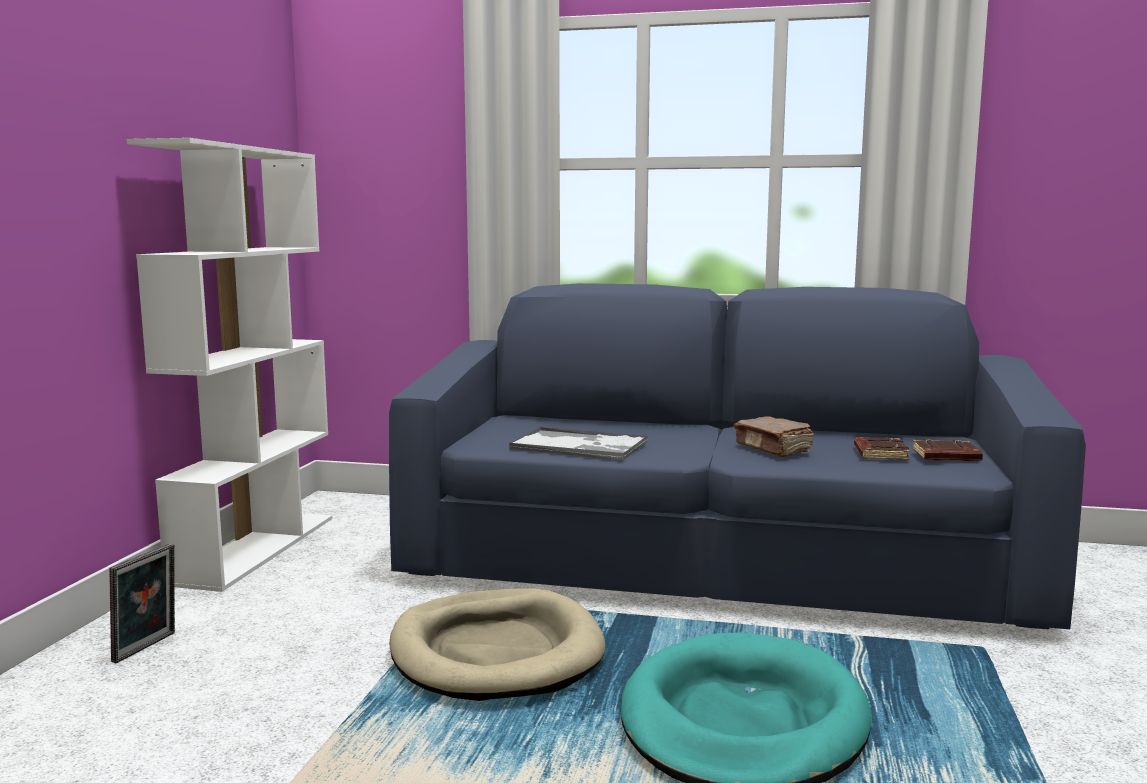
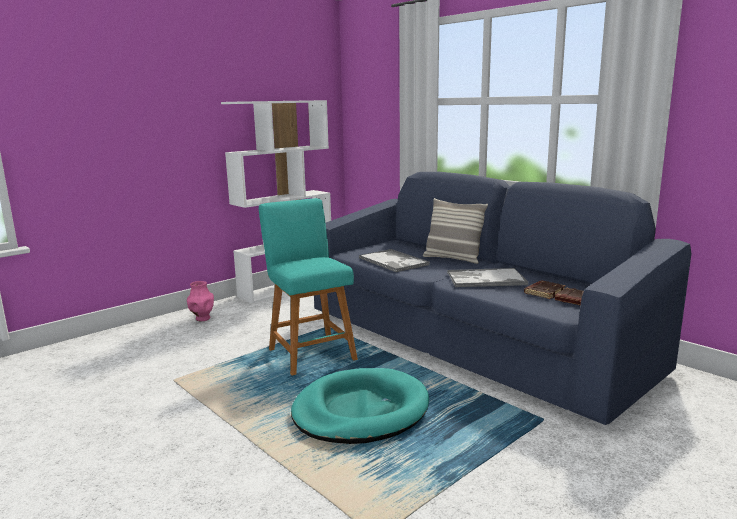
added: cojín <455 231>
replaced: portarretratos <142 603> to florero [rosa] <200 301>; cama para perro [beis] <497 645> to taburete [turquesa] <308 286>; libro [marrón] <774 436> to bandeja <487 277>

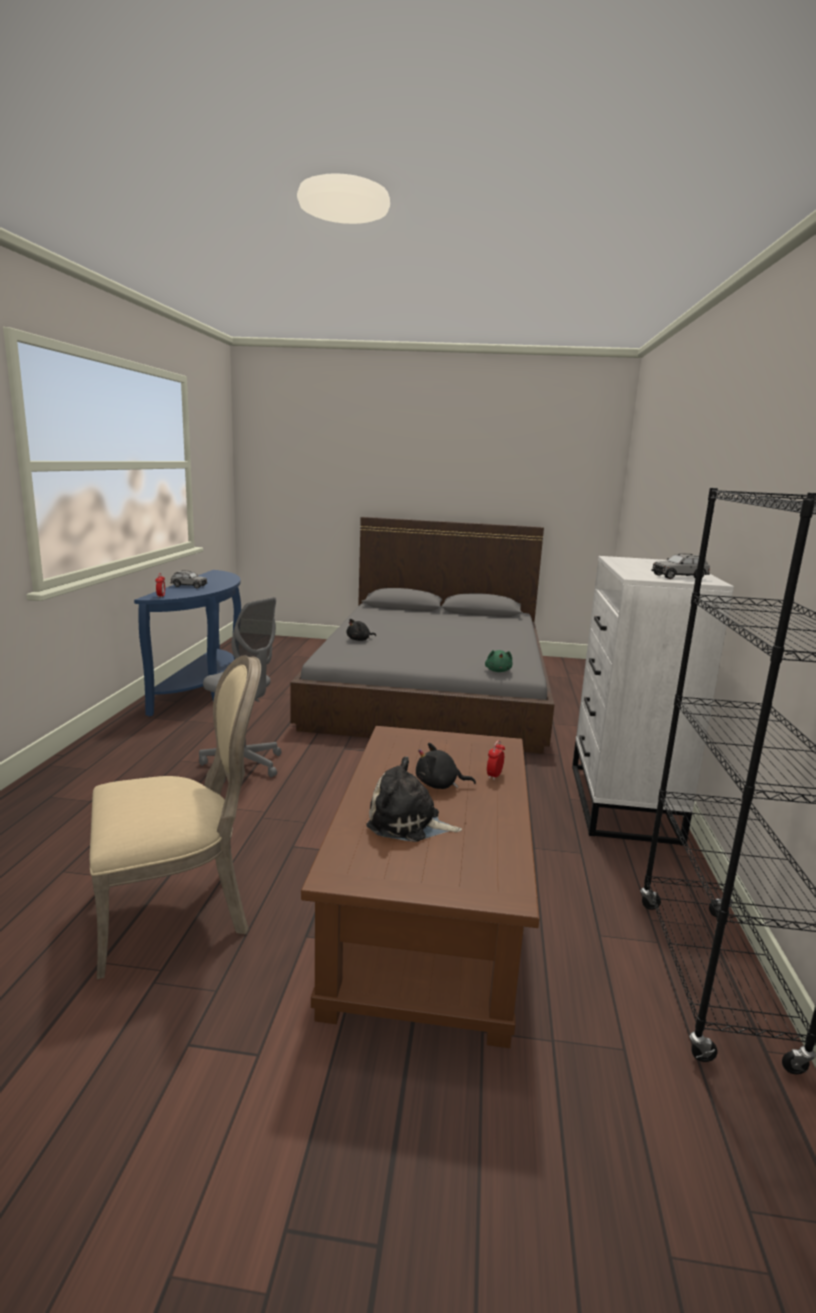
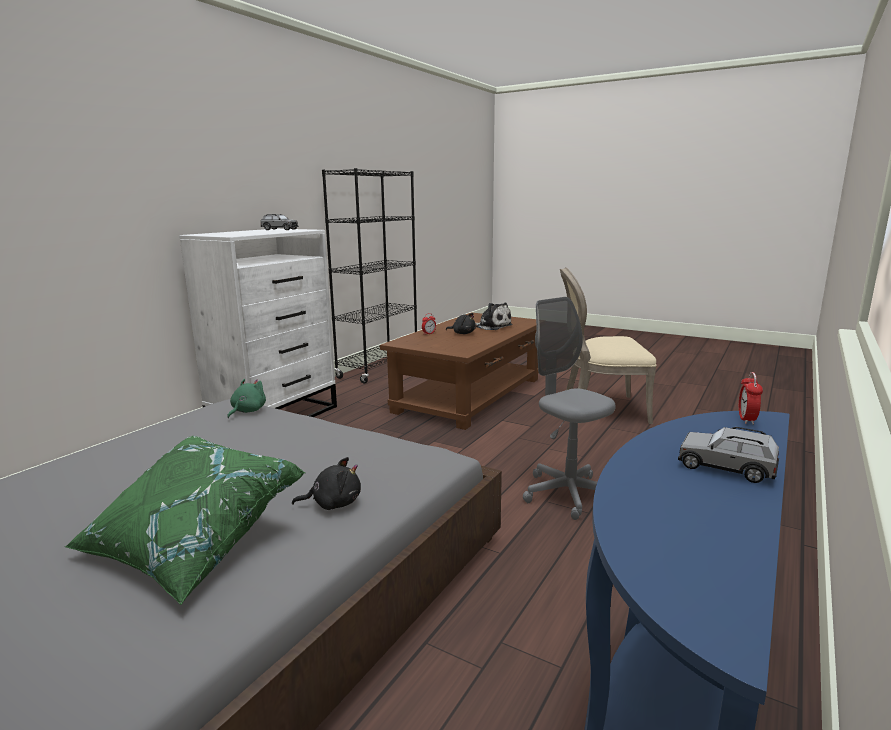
added: cojín [verde] <185 520>

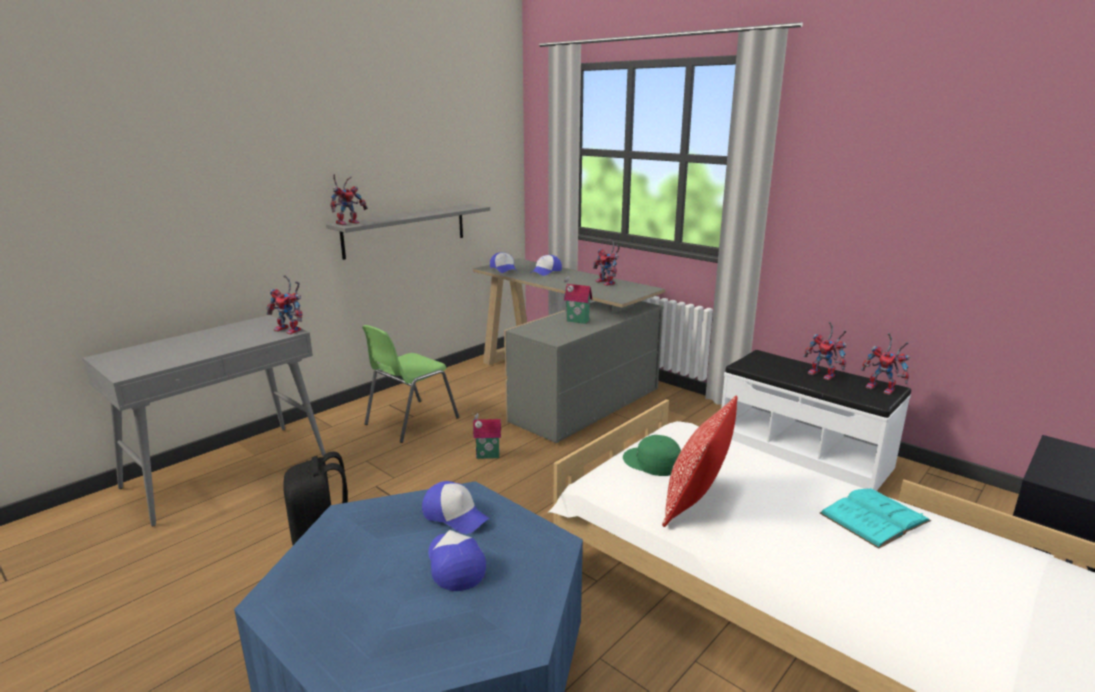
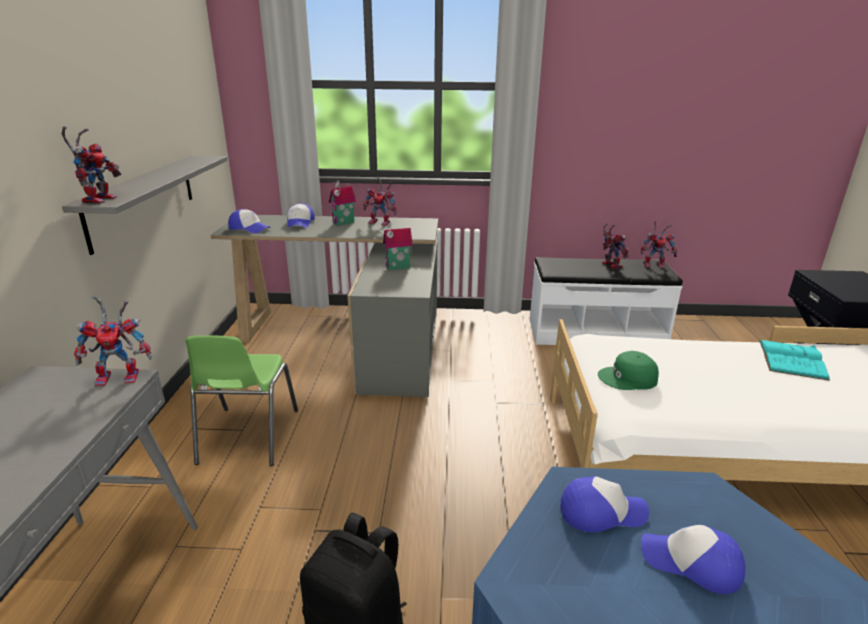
removed: cojín <700 461>
moved: casita <486 436> to <342 203>
turned: robot de juguete <826 350> = <615 246> 120 degrees counterclockwise

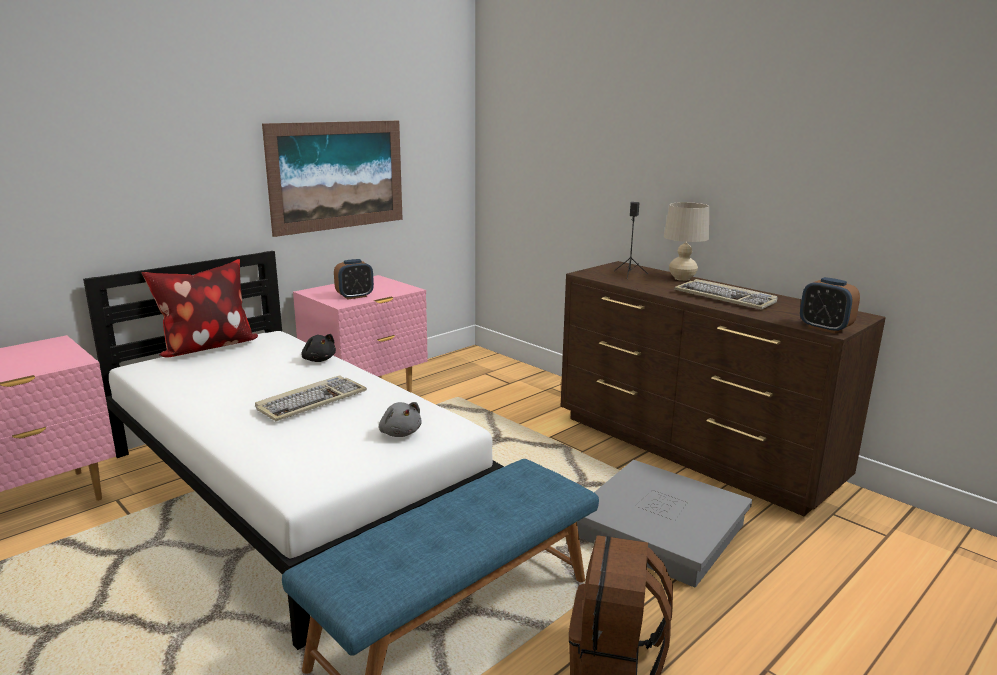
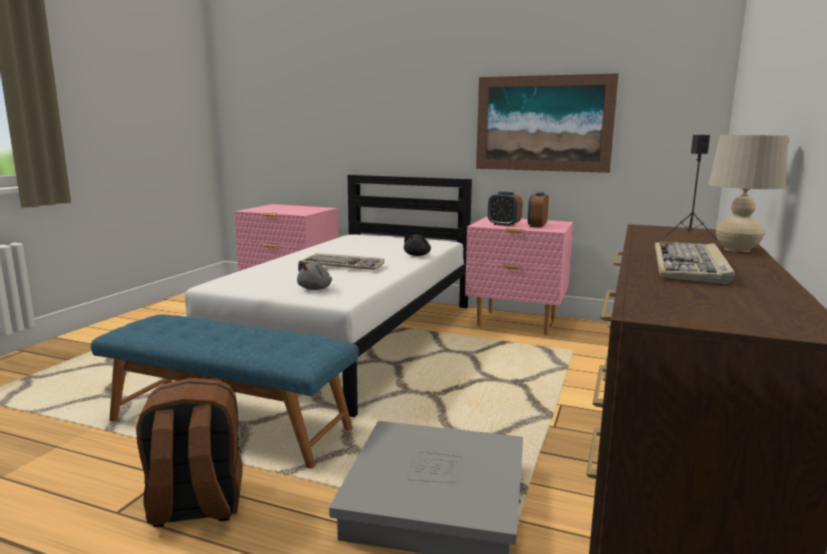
removed: cojín <200 308>
moved: despertador <830 305> to <538 210>

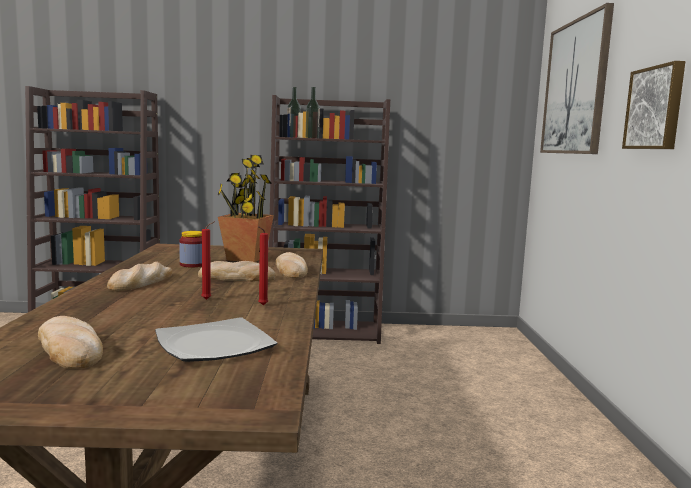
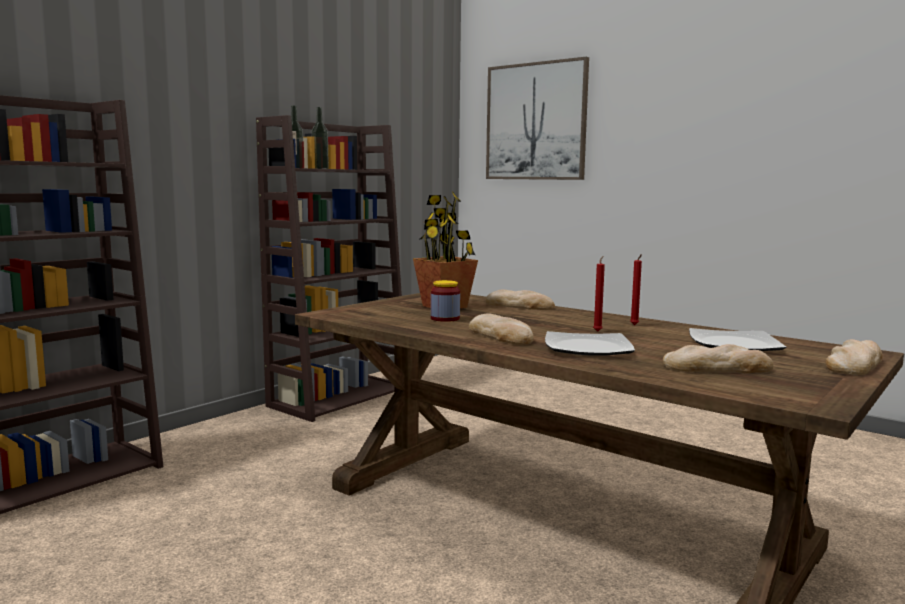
removed: cuadro <654 105>
added: plato <590 343>
moved: pan <237 271> to <854 357>

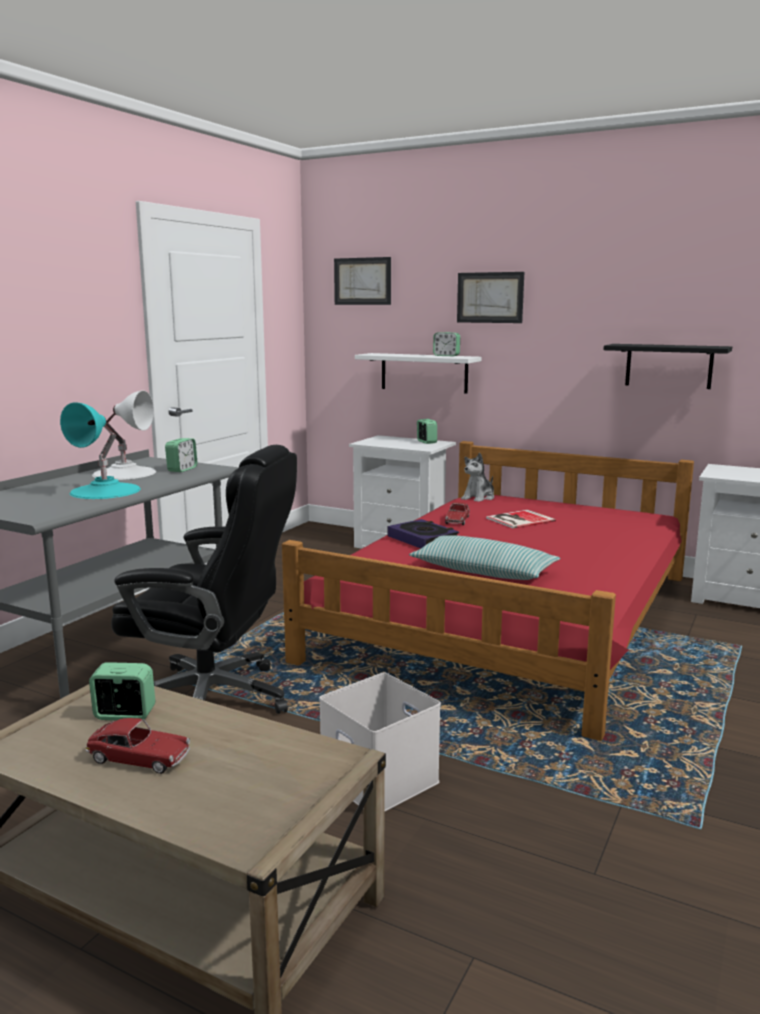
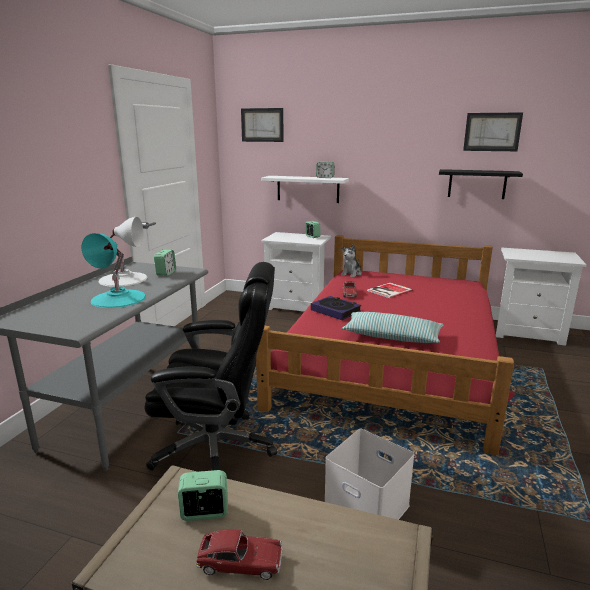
moved: cuadro <490 297> to <493 131>

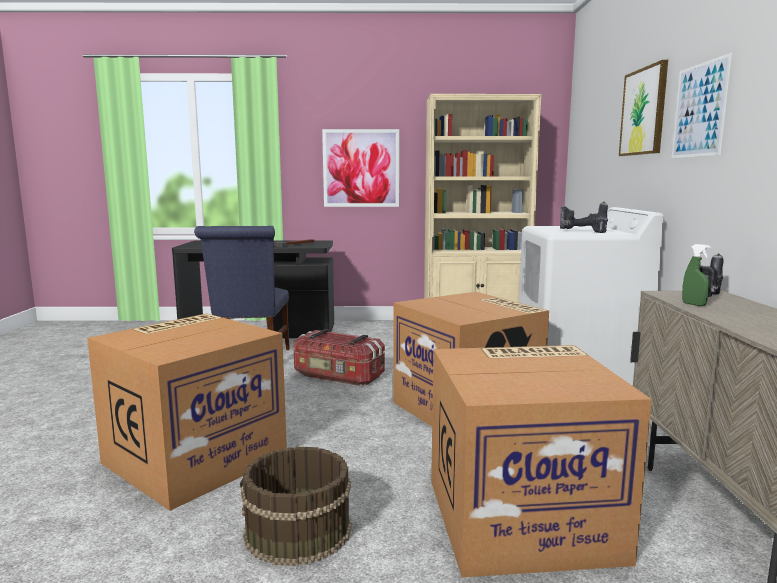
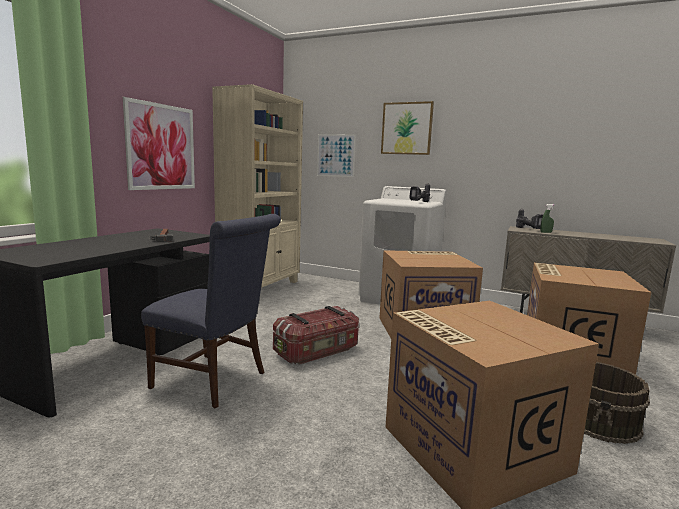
moved: cuadro <702 105> to <336 155>

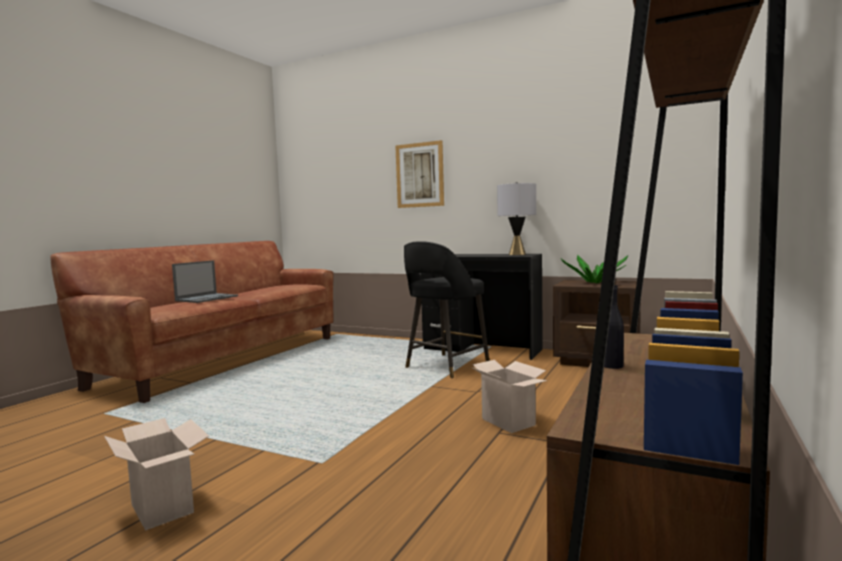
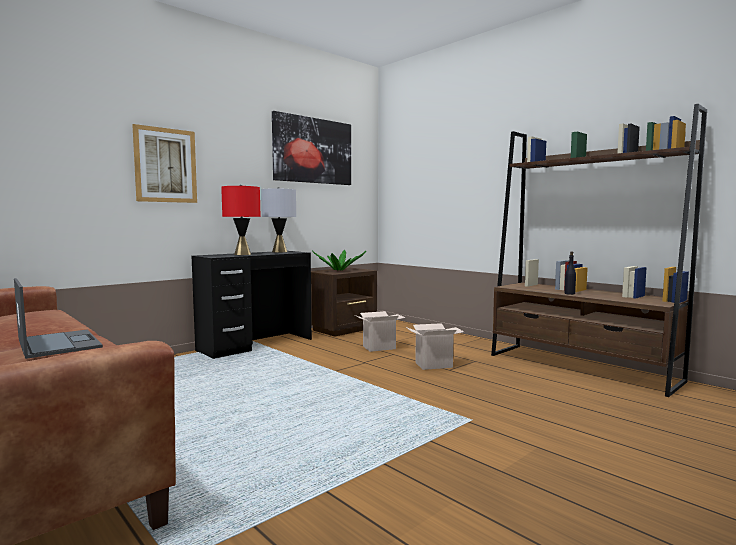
removed: taburete [negro] <446 309>
added: lámpara de mesa [rojo] <241 220>; cuadro <311 148>
moved: caja de cartón <156 474> to <380 331>

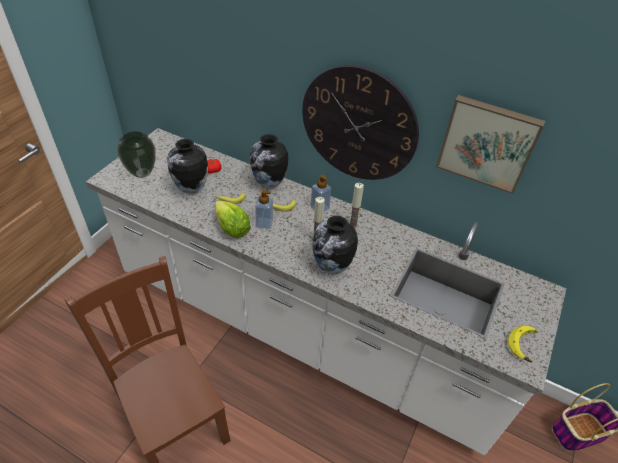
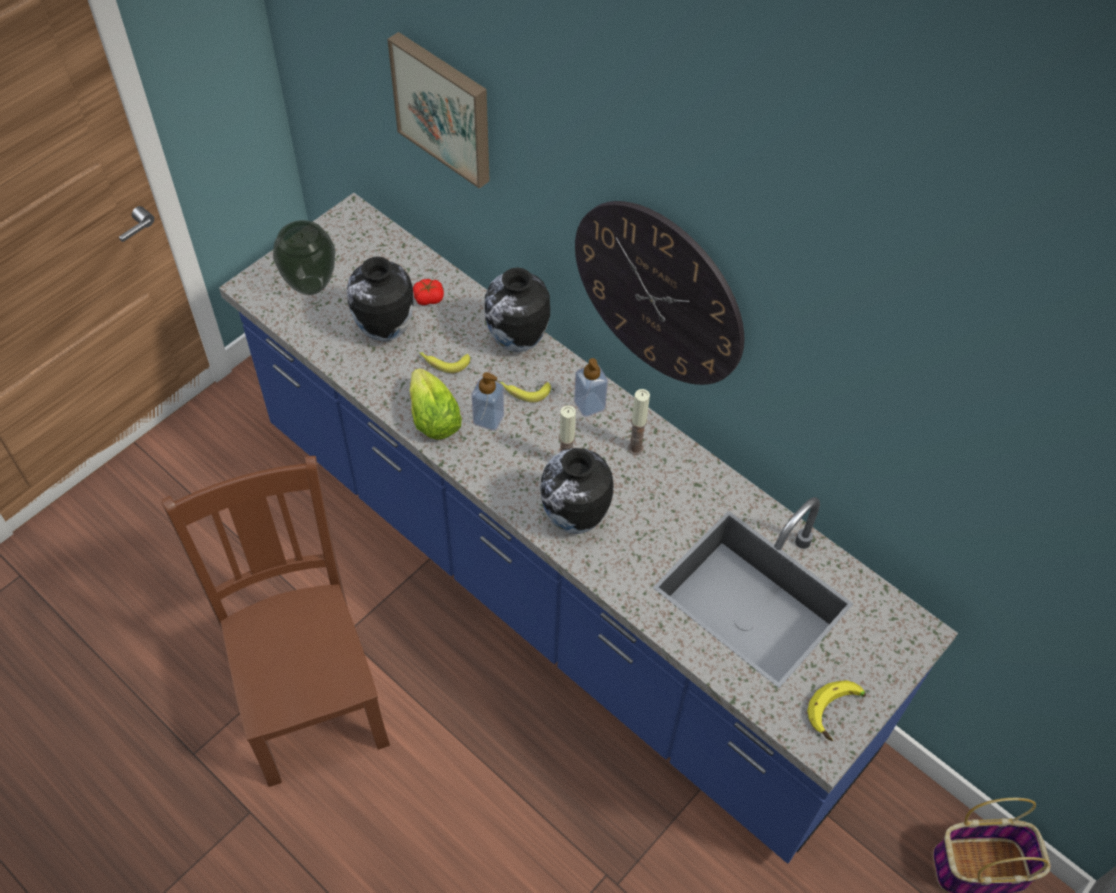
moved: cuadro <490 144> to <438 110>
recoloured: mueble bajo de cocina [blanco] <326 291> to mueble bajo de cocina [azul] <588 528>

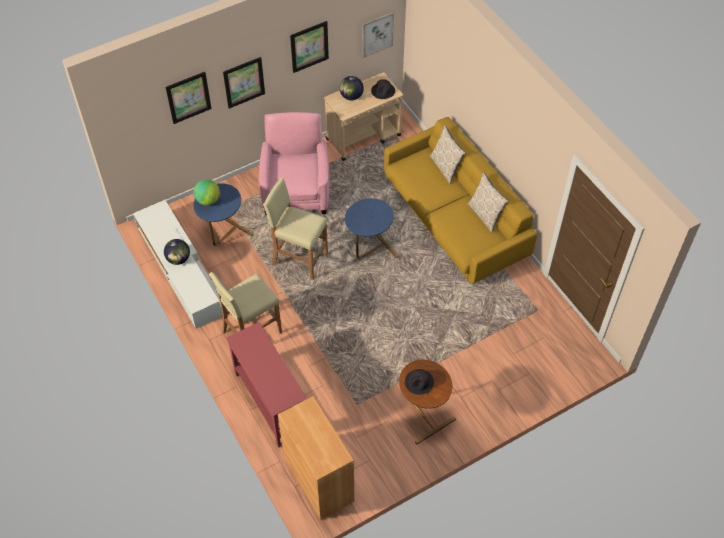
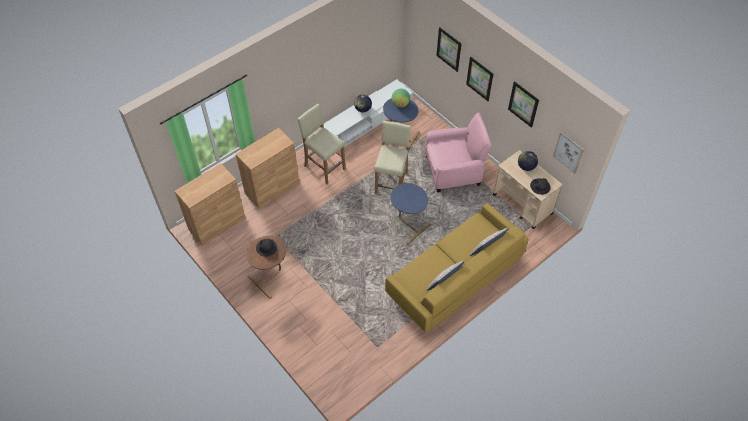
replaced: mesa consola [rojo] <267 384> to armario [marrón] <267 168>

